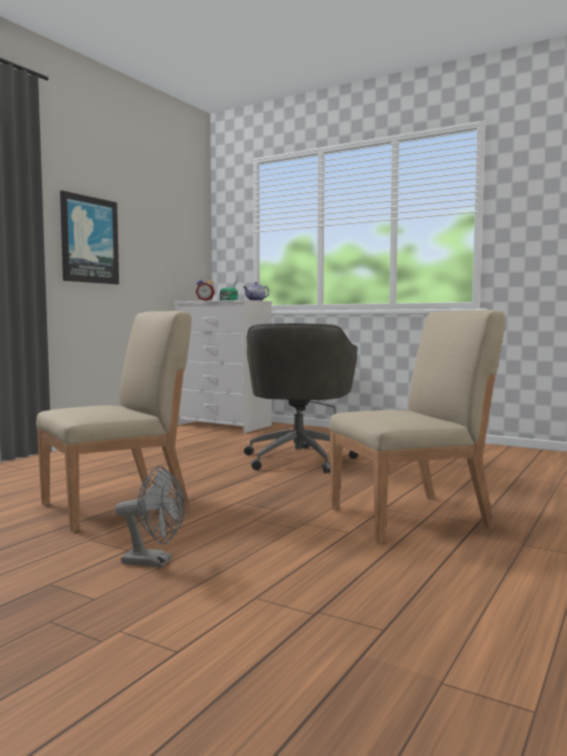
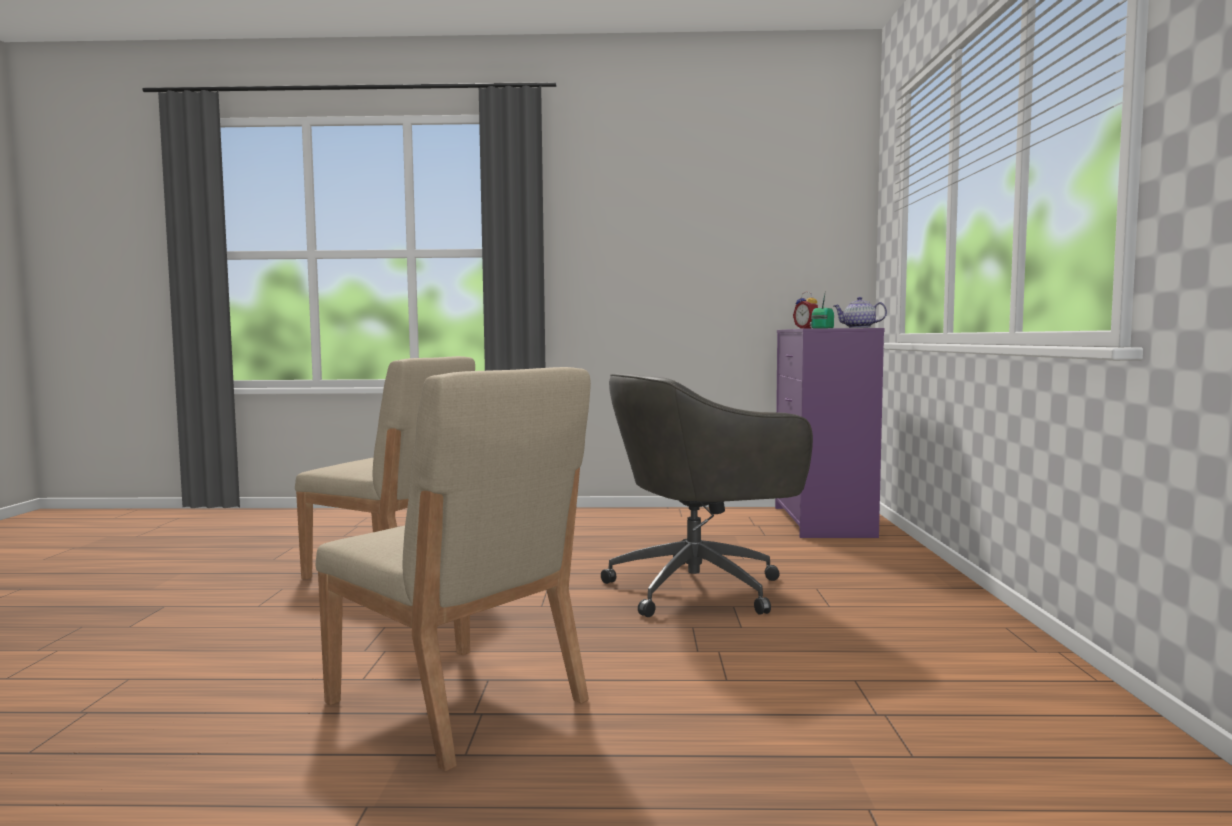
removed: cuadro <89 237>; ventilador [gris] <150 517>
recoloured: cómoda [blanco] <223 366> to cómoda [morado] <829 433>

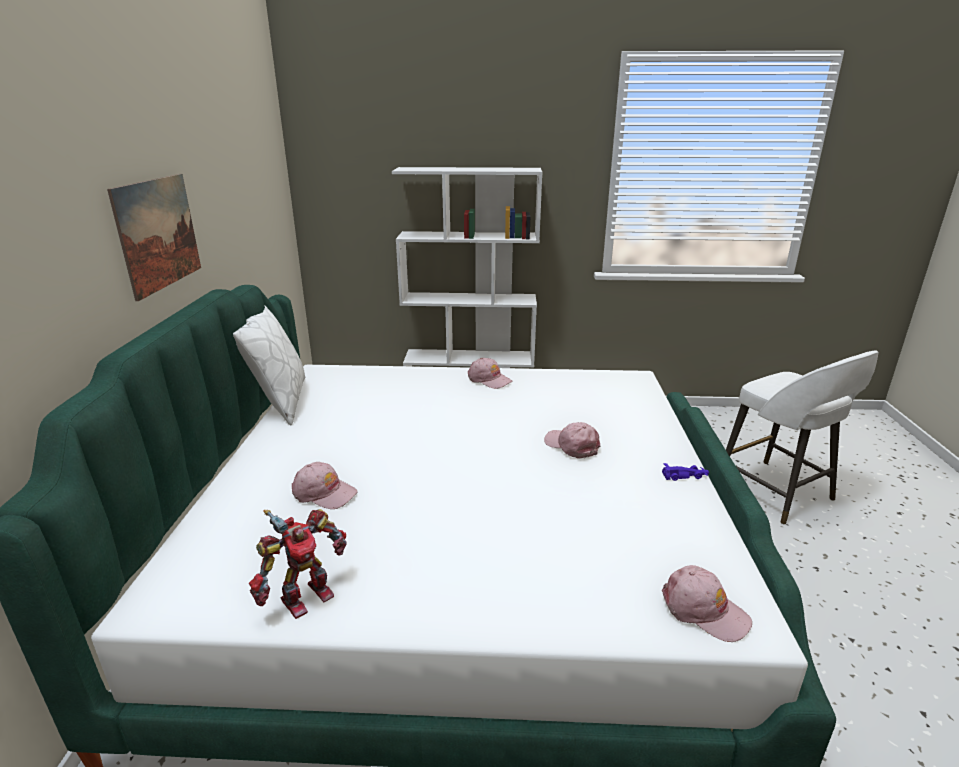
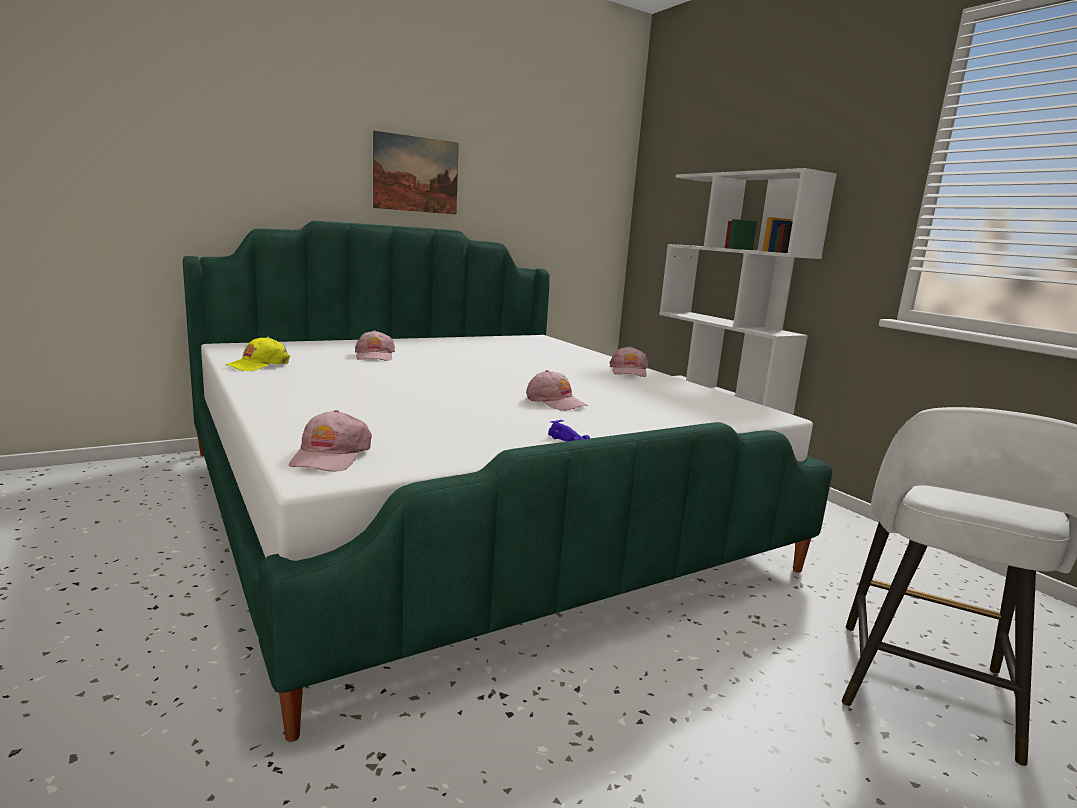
removed: cojín [blanco] <269 365>
replaced: robot de juguete <298 564> to gorra [amarillo] <257 354>
turned: gorra [rosa] <572 440> = <557 390> 120 degrees clockwise

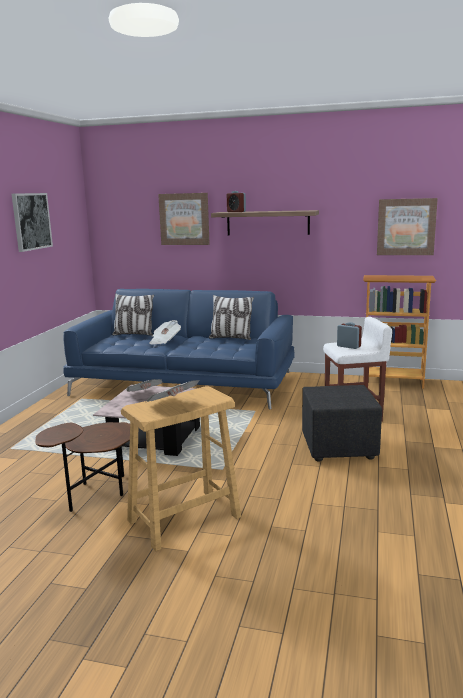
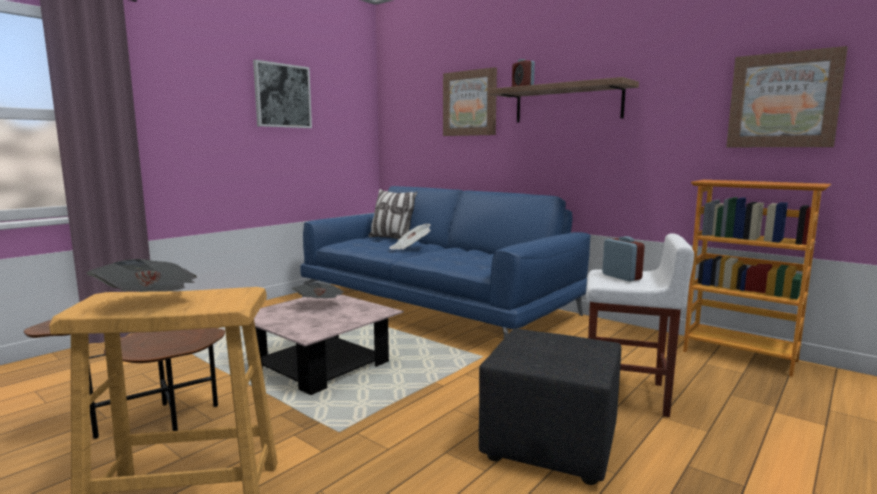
removed: cojín <231 317>

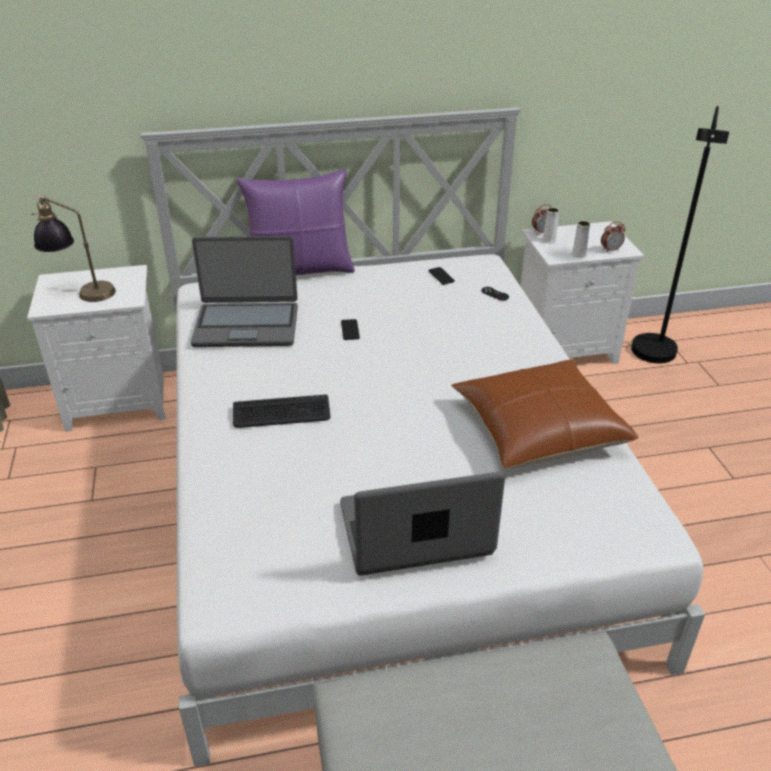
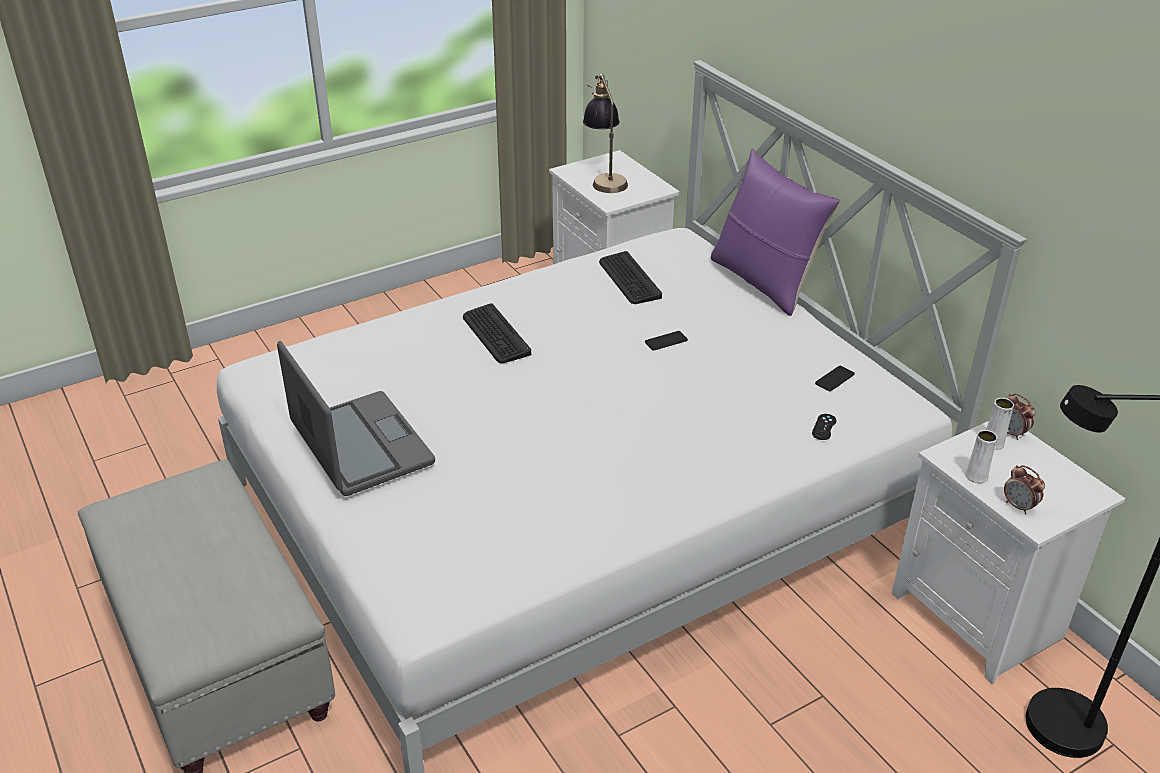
removed: cojín [marrón] <545 414>
replaced: portátil <244 291> to teclado <630 277>

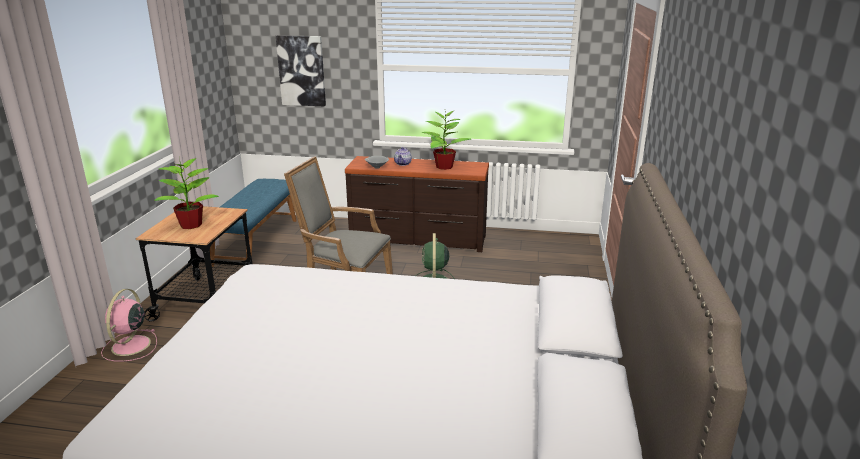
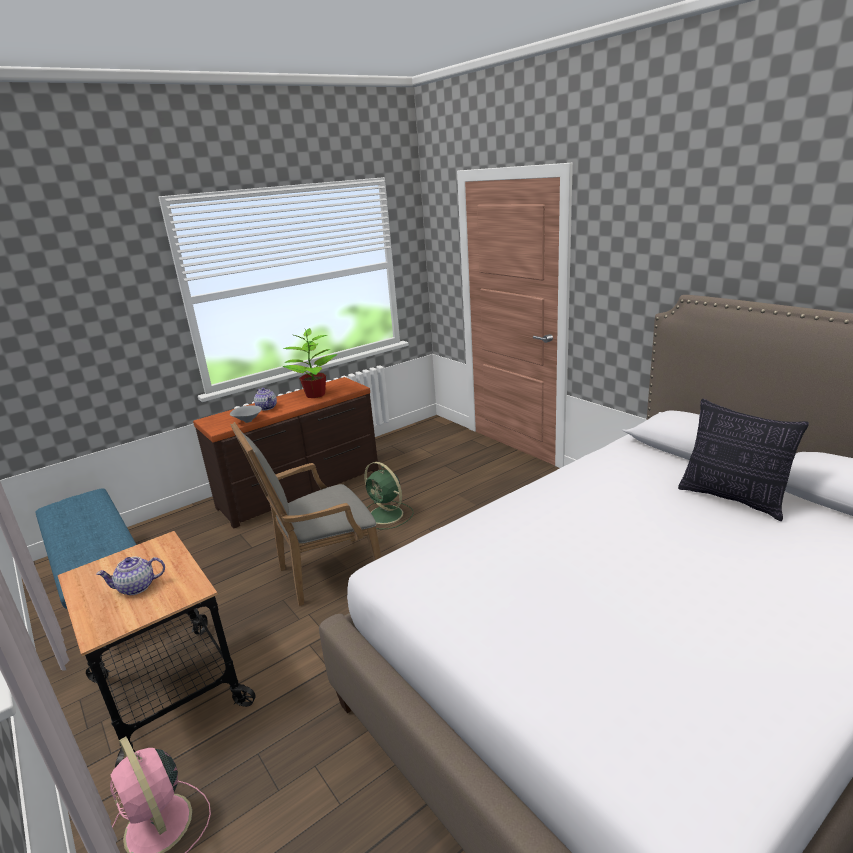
removed: cuadro <301 70>
added: cojín <743 460>
replaced: planta en maceta <186 193> to tetera <130 576>

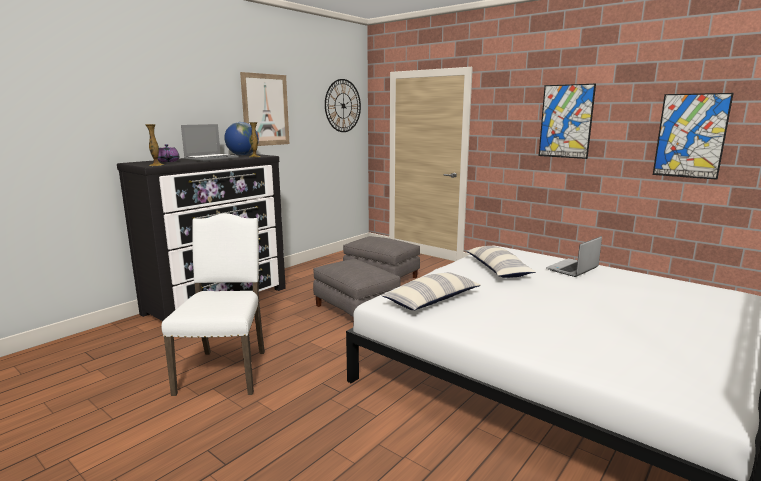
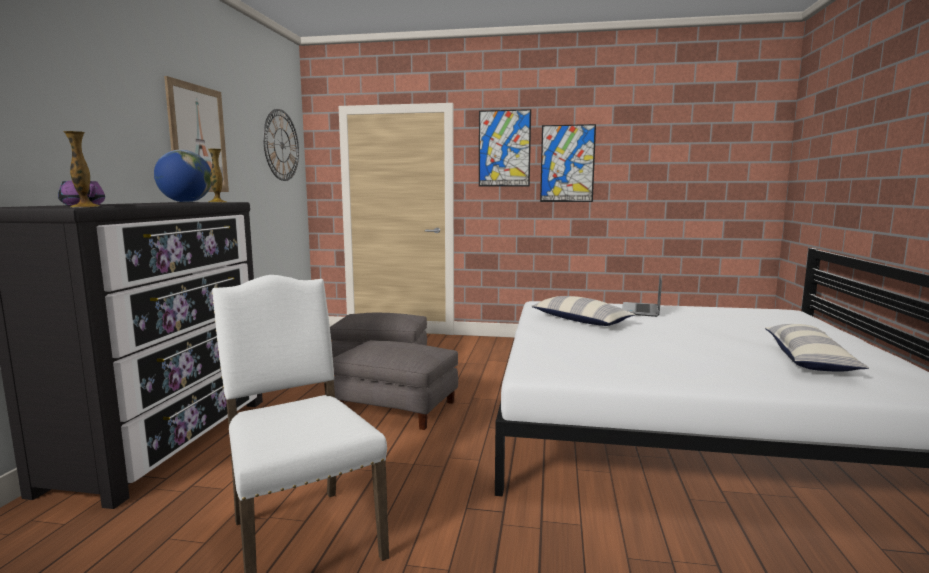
removed: portátil <210 143>
moved: cuadro <693 136> to <505 148>; cojín <431 291> to <817 348>

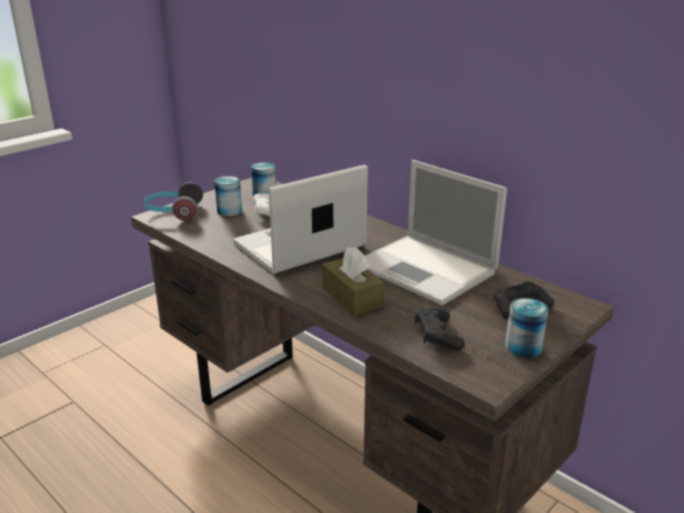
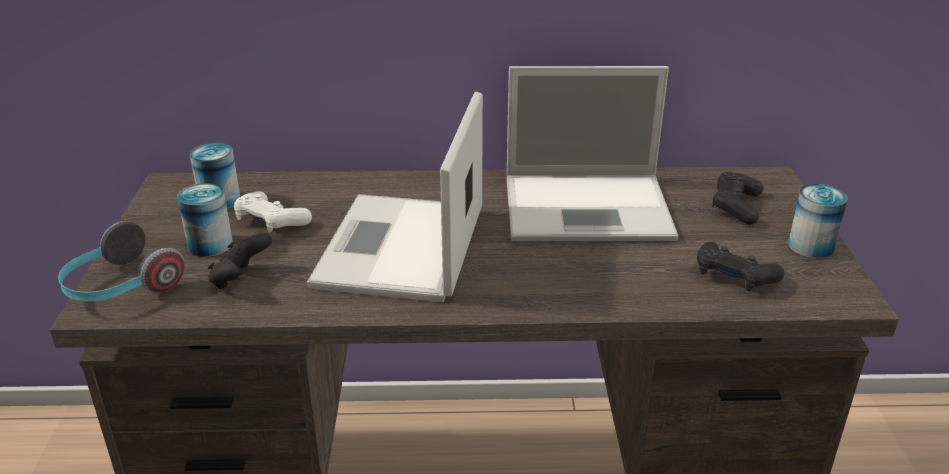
removed: caja de pañuelos [marrón] <353 281>
added: mando de consola [negro] <240 261>

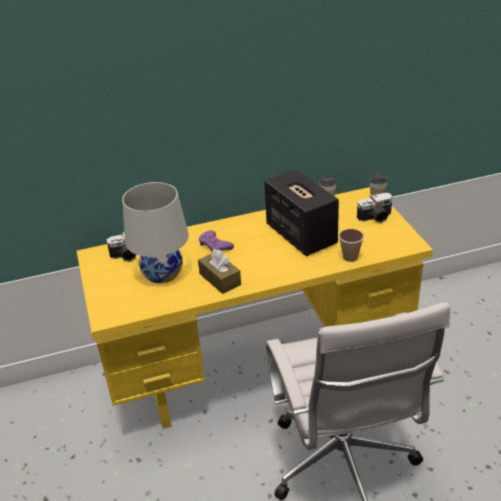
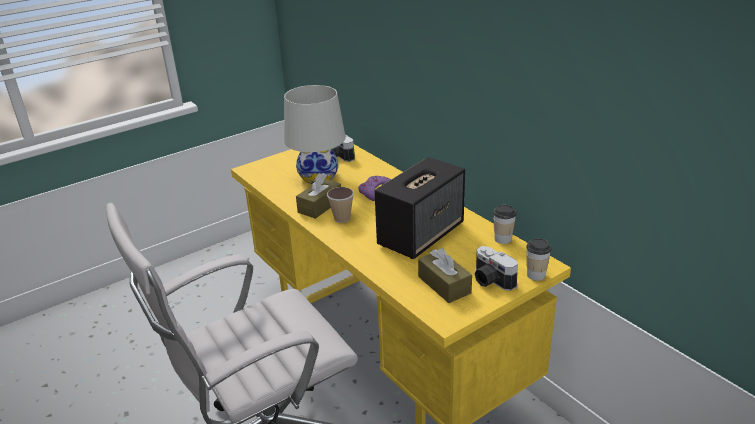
added: caja de pañuelos [marrón] <445 275>
moved: taza <351 245> to <340 205>

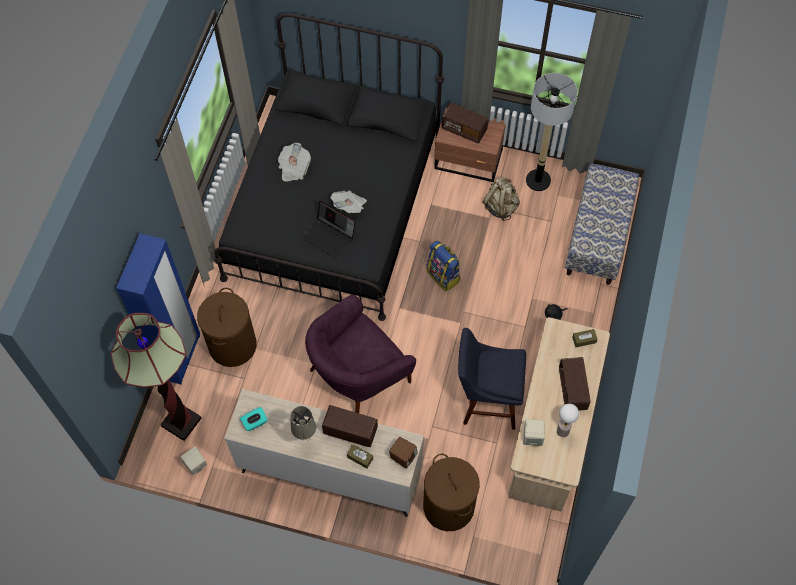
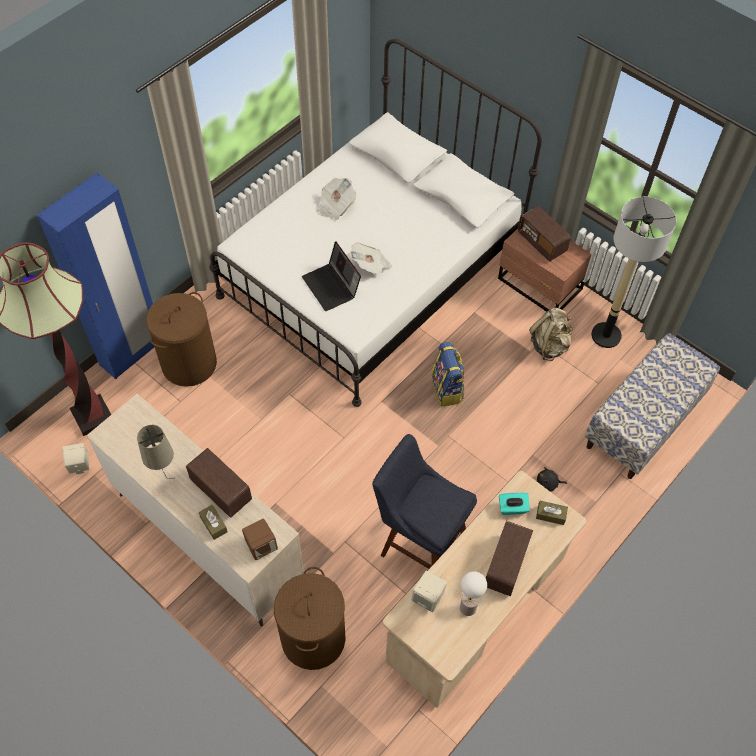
removed: sillón [morado] <360 353>
moved: caja de pañuelos [turquesa] <254 419> to <514 503>
recoloured: cama [negro] <329 167> to cama [blanco] <376 223>

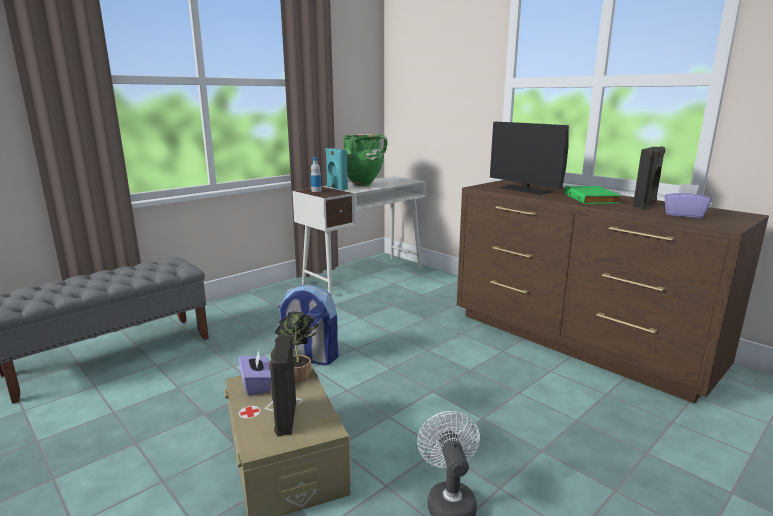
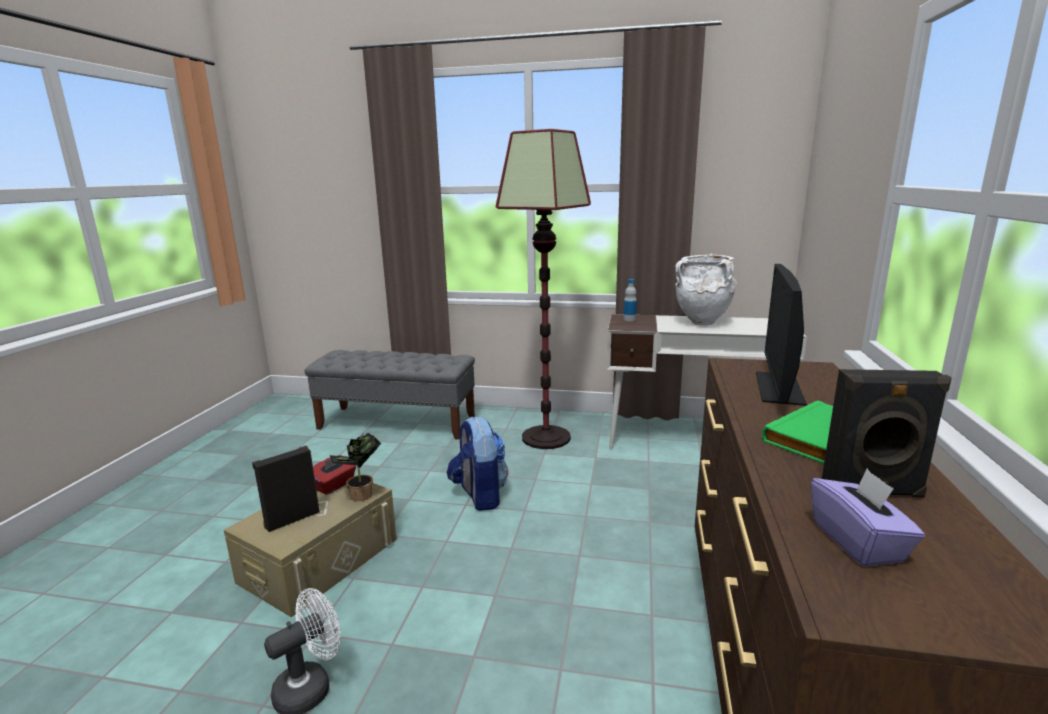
removed: altavoz [turquesa] <336 169>
added: lámpara de pie <543 289>
recoloured: caja de pañuelos [morado] <255 373> to caja de pañuelos [rojo] <334 475>; florero [verde] <365 159> to florero [blanco] <706 289>

